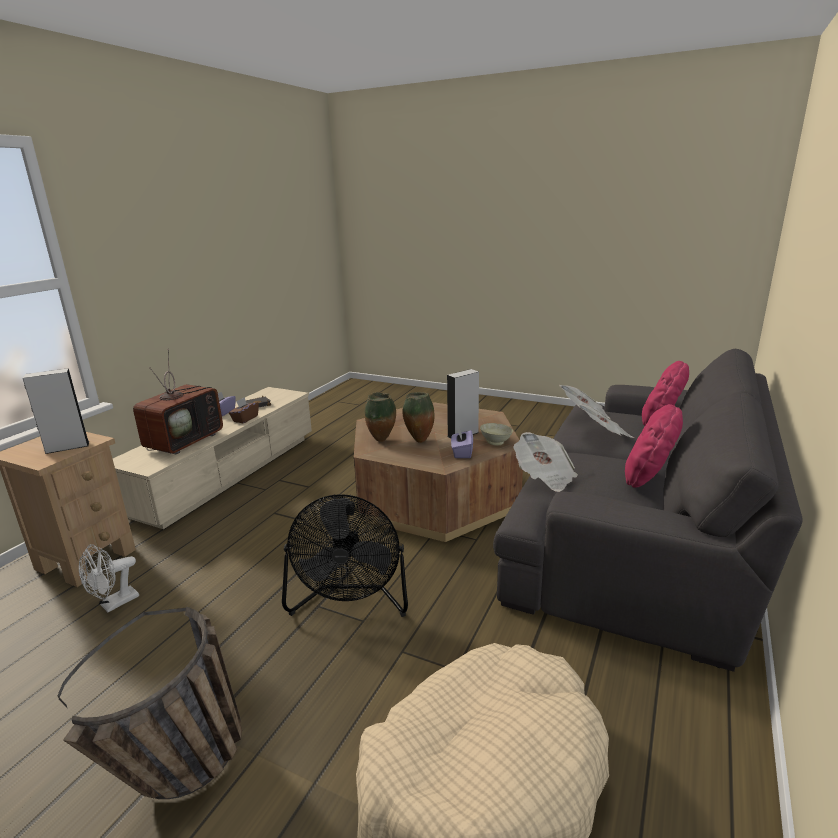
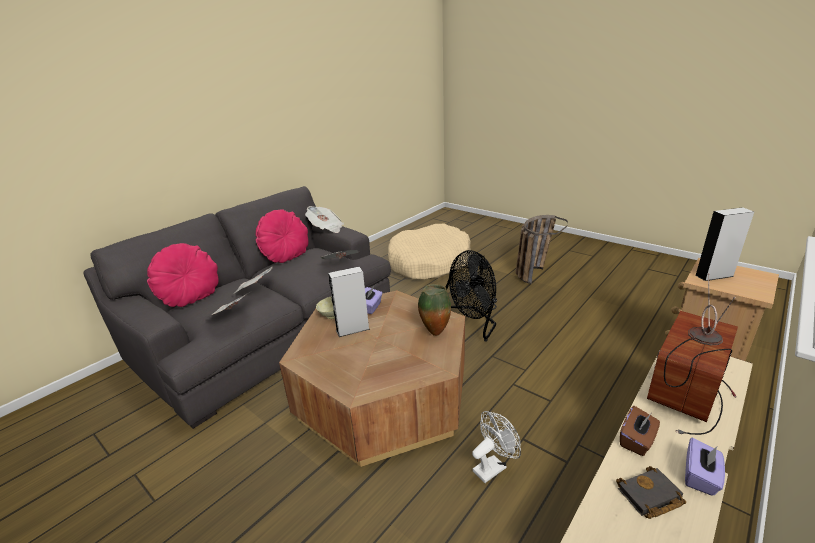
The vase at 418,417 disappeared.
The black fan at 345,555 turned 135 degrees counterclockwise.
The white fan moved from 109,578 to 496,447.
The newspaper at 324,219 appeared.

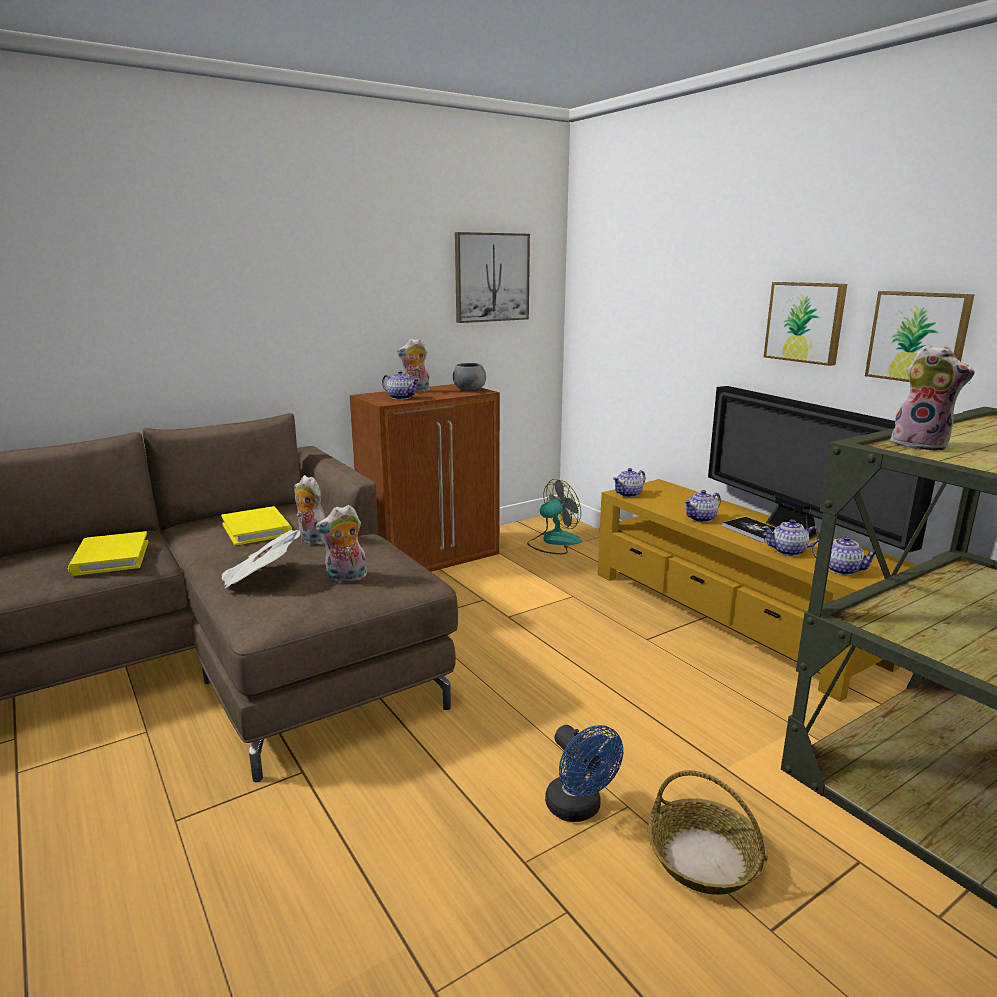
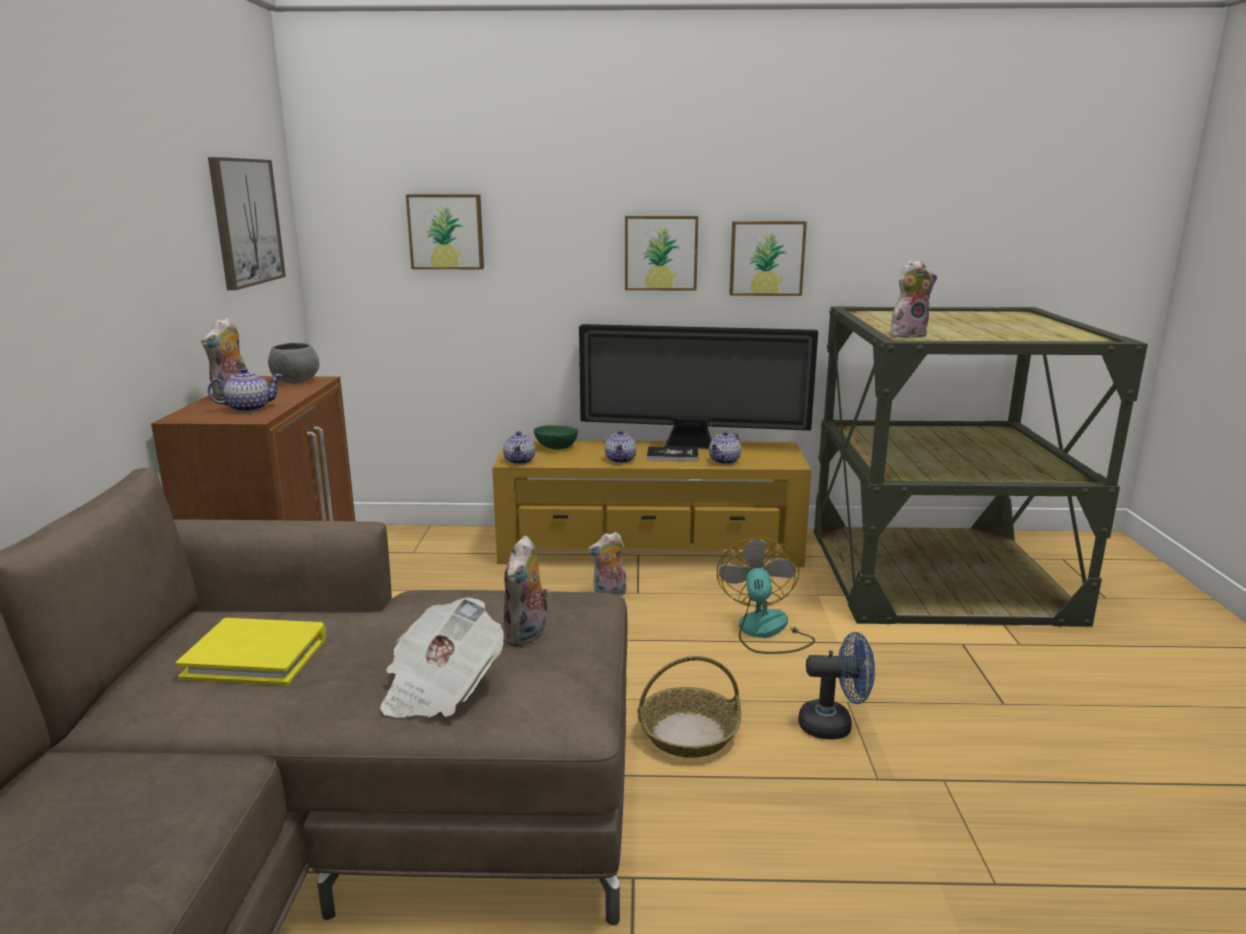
The plush toy moved from 310,510 to 607,564.
The fan moved from 554,516 to 766,596.
The yellow book at 108,553 disappeared.
The teapot at 843,555 disappeared.
The basket moved from 708,832 to 689,707.
The picture at 445,231 appeared.
The green bowl at 556,437 appeared.

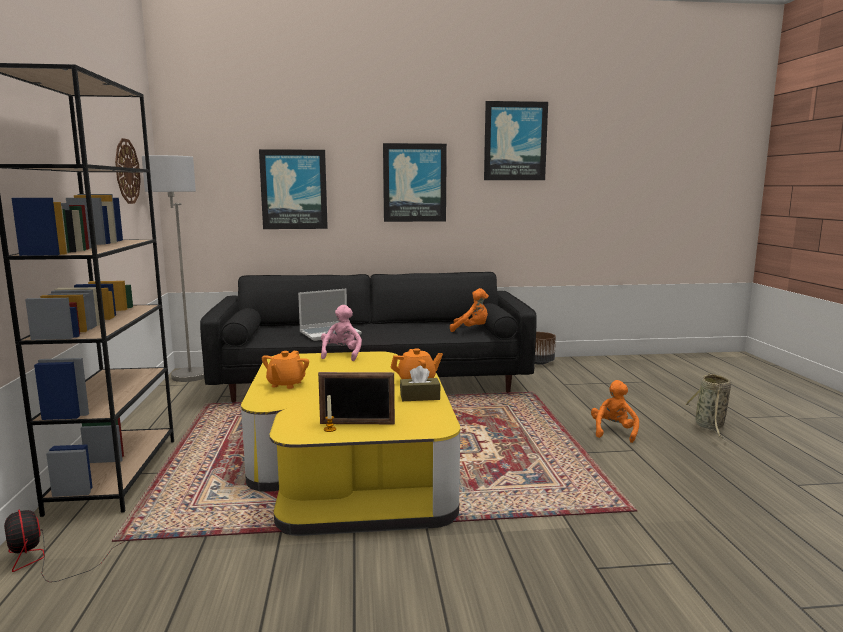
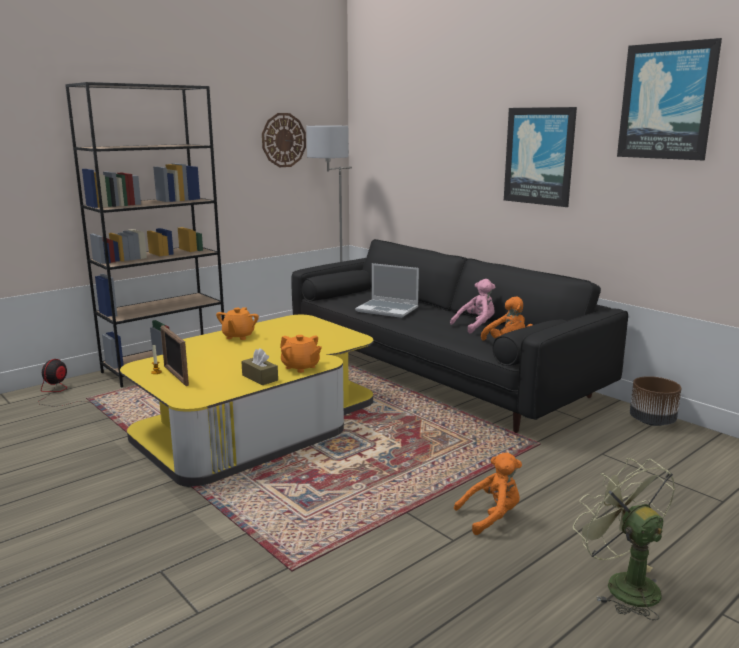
The picture at 293,189 disappeared.
The pink plush toy moved from 341,333 to 472,306.
The orange teapot at 285,370 turned 60 degrees counterclockwise.
The basket at 708,406 was replaced by the green fan at 624,539.

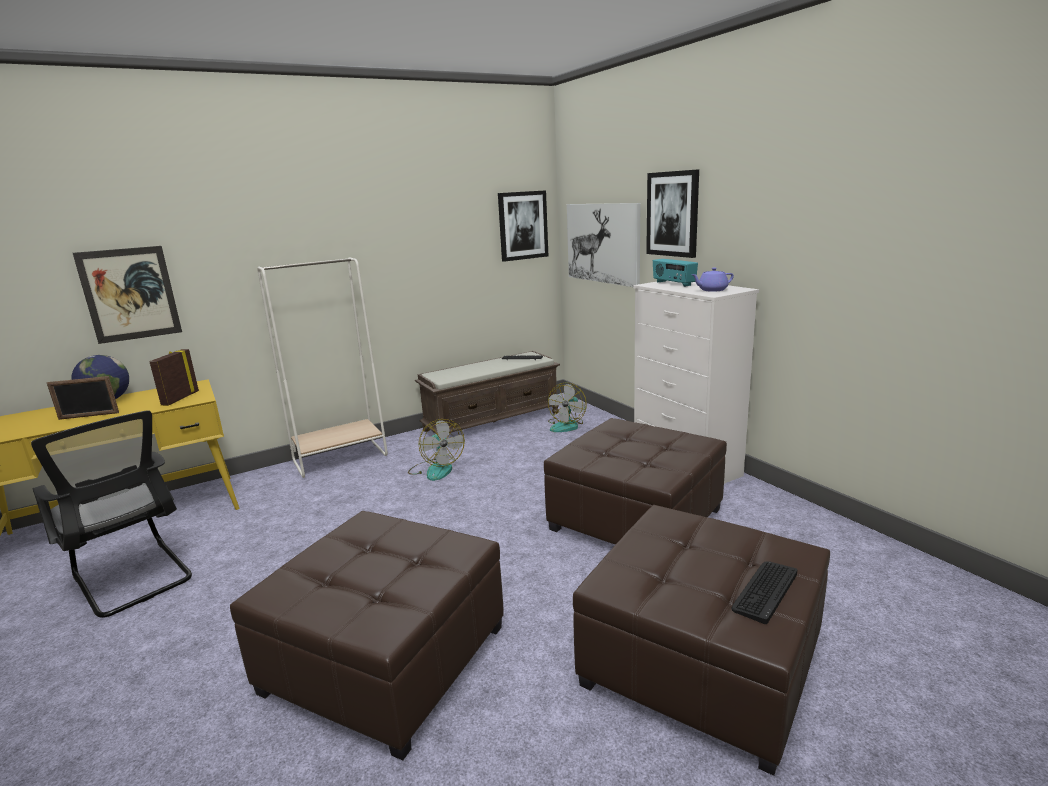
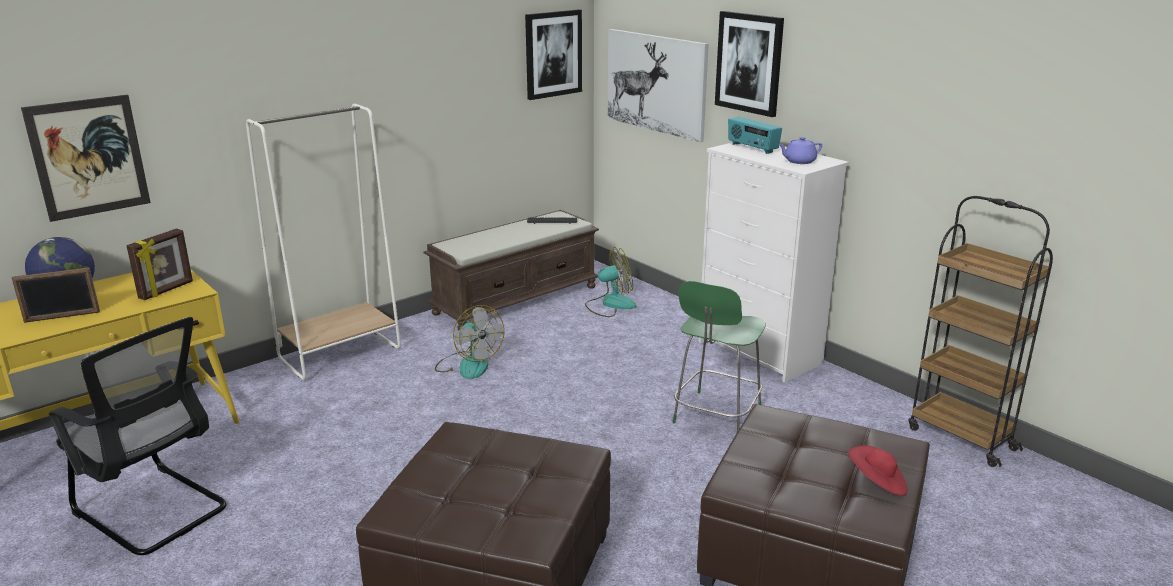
The picture frame at 174,377 turned 150 degrees counterclockwise.
The fan at 567,407 turned 120 degrees counterclockwise.
The brown ottoman at 635,481 was replaced by the green chair at 719,356.
The keyboard at 764,592 was replaced by the red hat at 878,471.
The brown cart at 981,331 appeared.

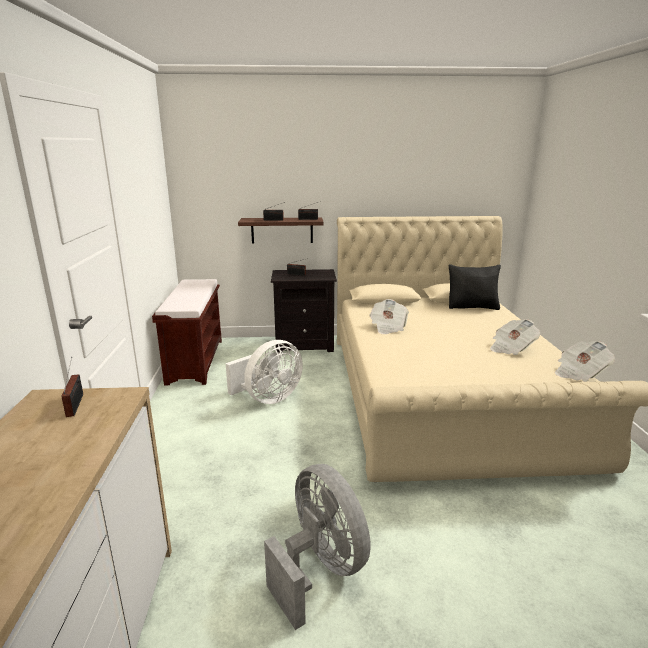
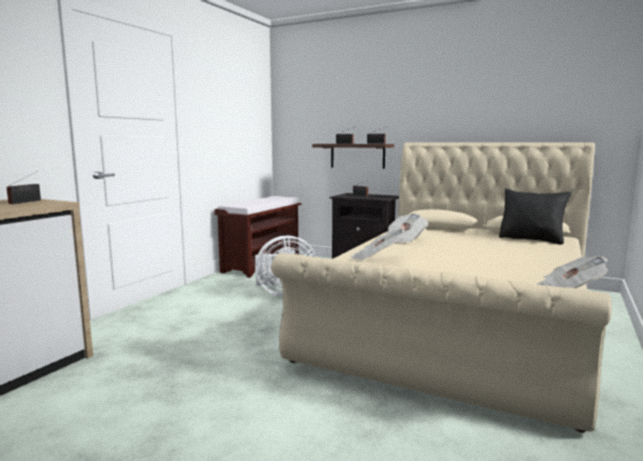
The newspaper moved from 515,337 to 377,244.
The grey fan at 317,547 disappeared.

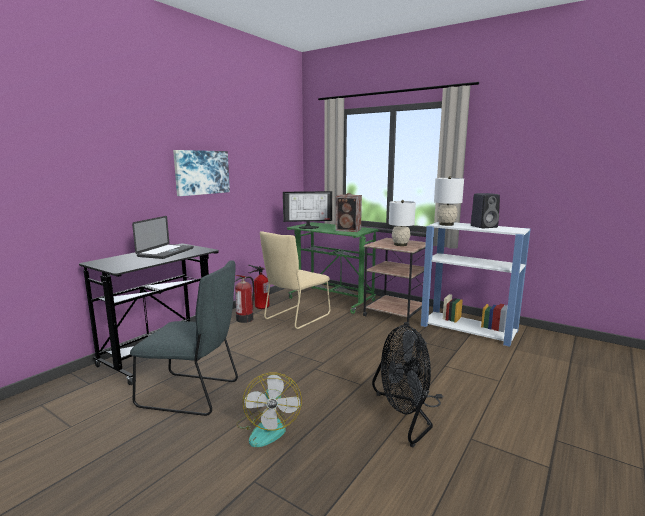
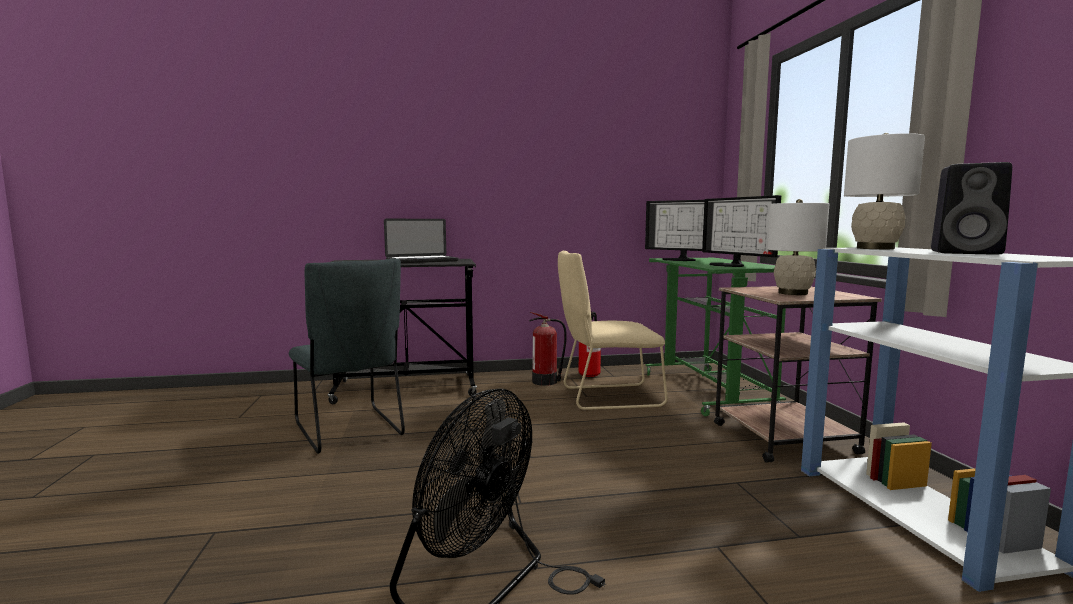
The picture at 201,173 disappeared.
The speaker at 348,212 was replaced by the monitor at 741,231.
The fan at 269,410 disappeared.

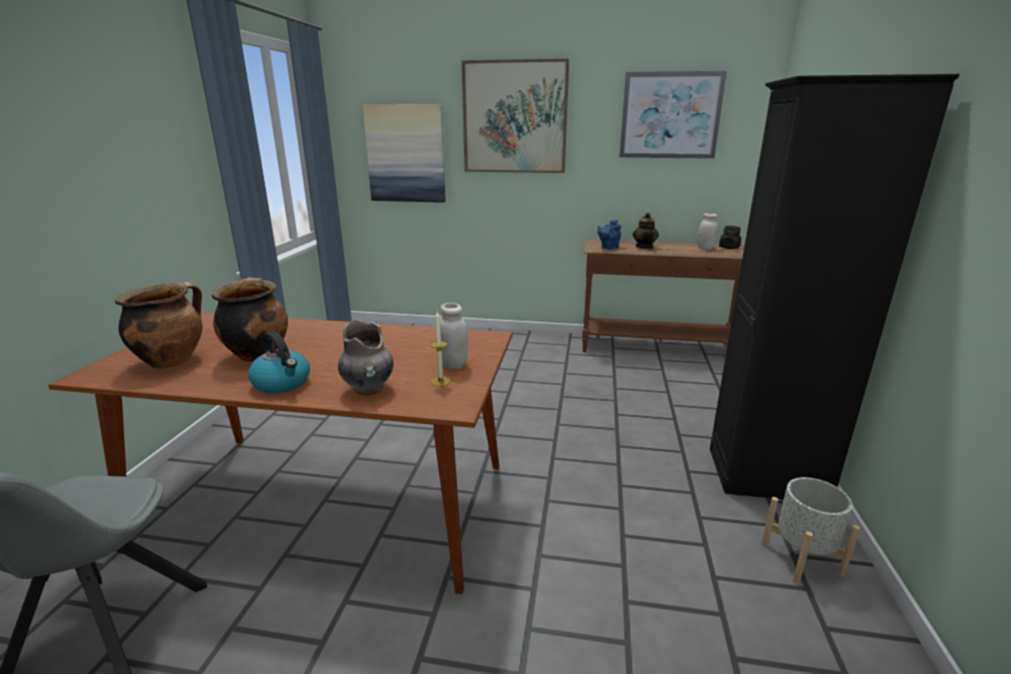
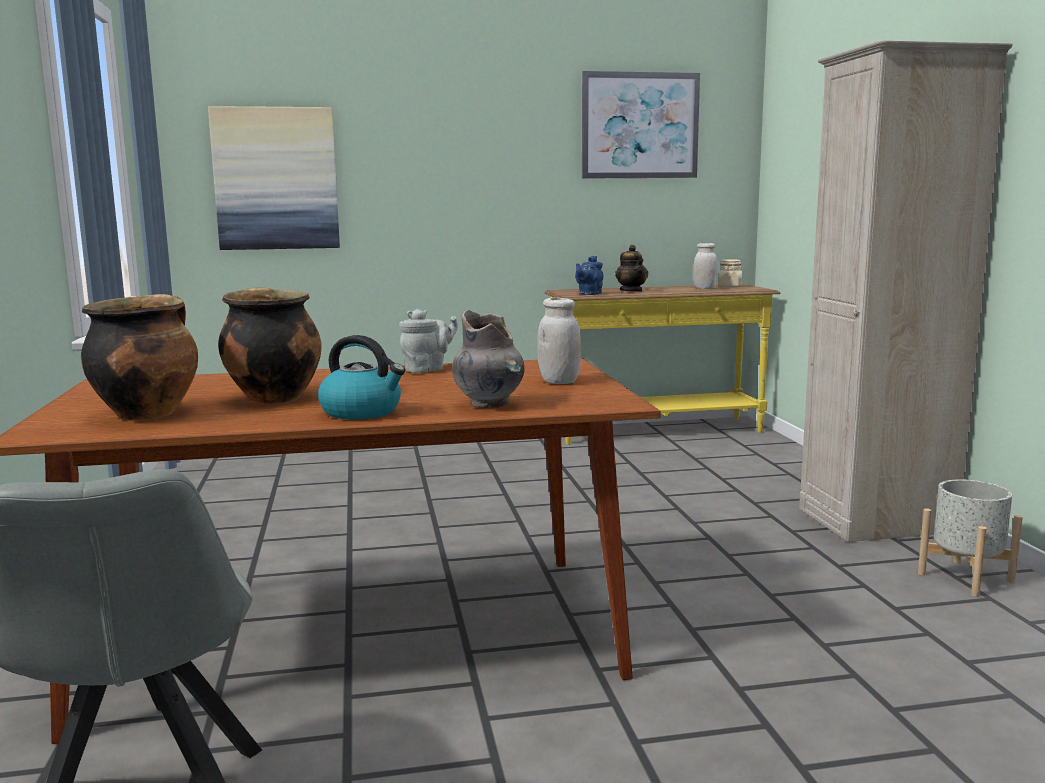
The picture at 515,116 disappeared.
The black cabinet at 835,287 became the beige cabinet at 906,291.
The black jar at 730,237 became the beige jar at 730,273.
The brown console table at 663,295 became the yellow console table at 662,364.
The candle at 440,349 disappeared.
The grey teapot at 428,341 appeared.

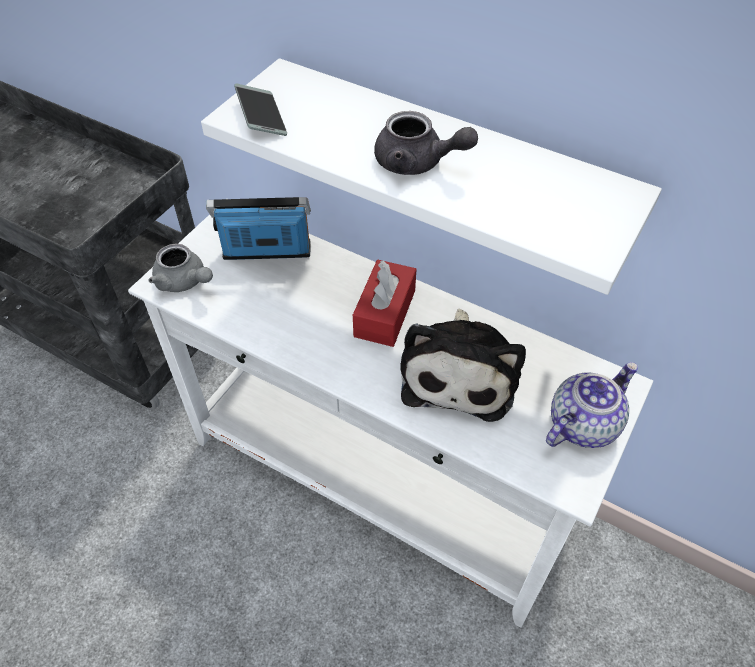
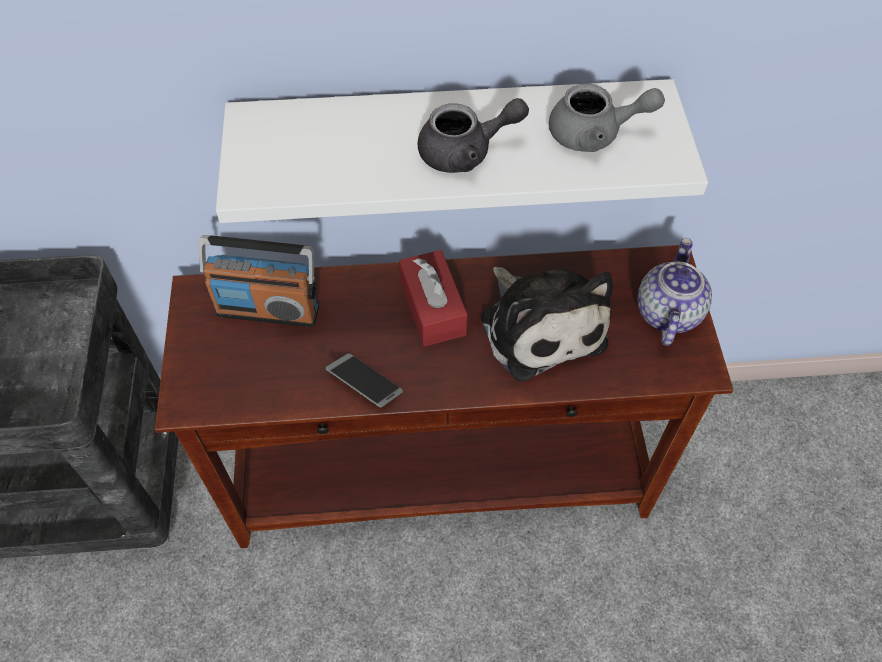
The phone moved from 260,109 to 364,380.
The radio at 258,228 turned 135 degrees counterclockwise.
The white console table at 390,421 became the brown console table at 444,396.
The grey teapot moved from 180,268 to 607,118.

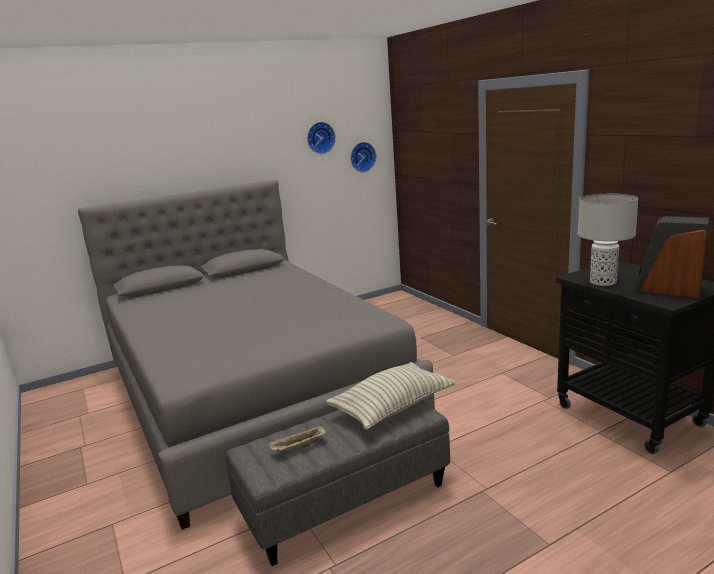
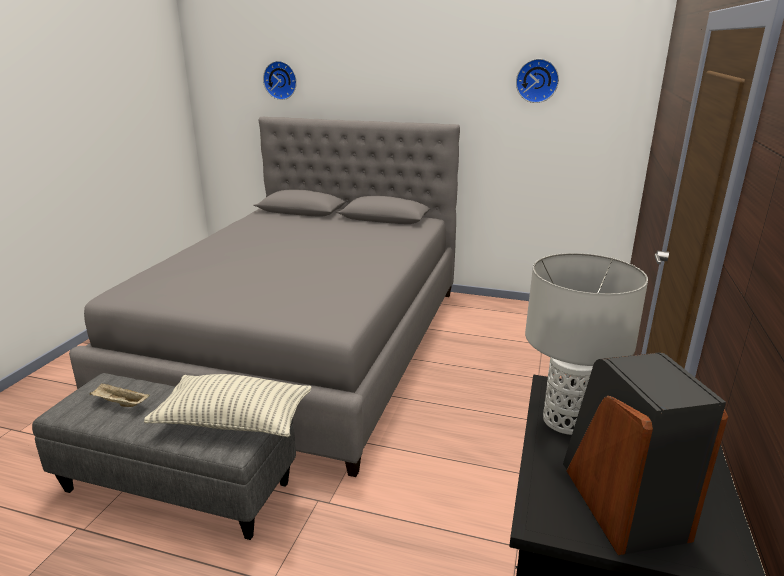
The wall clock moved from 363,157 to 280,80.

